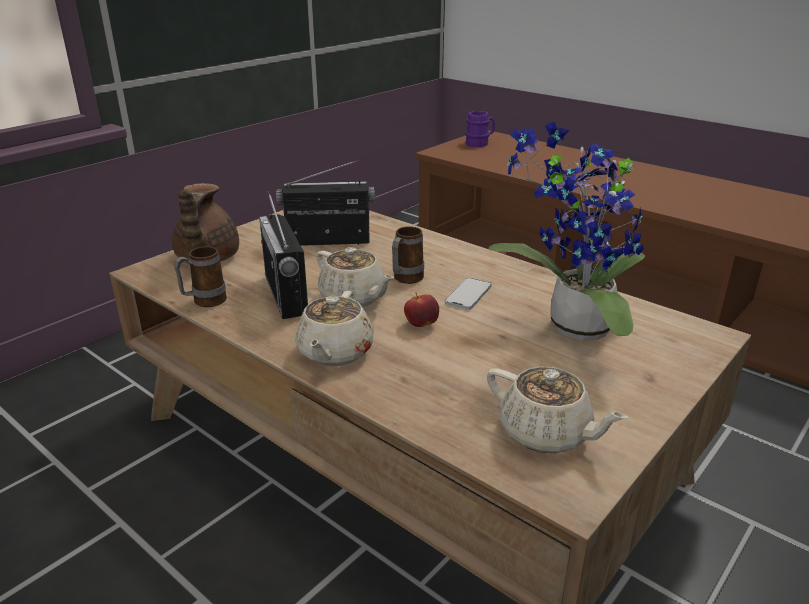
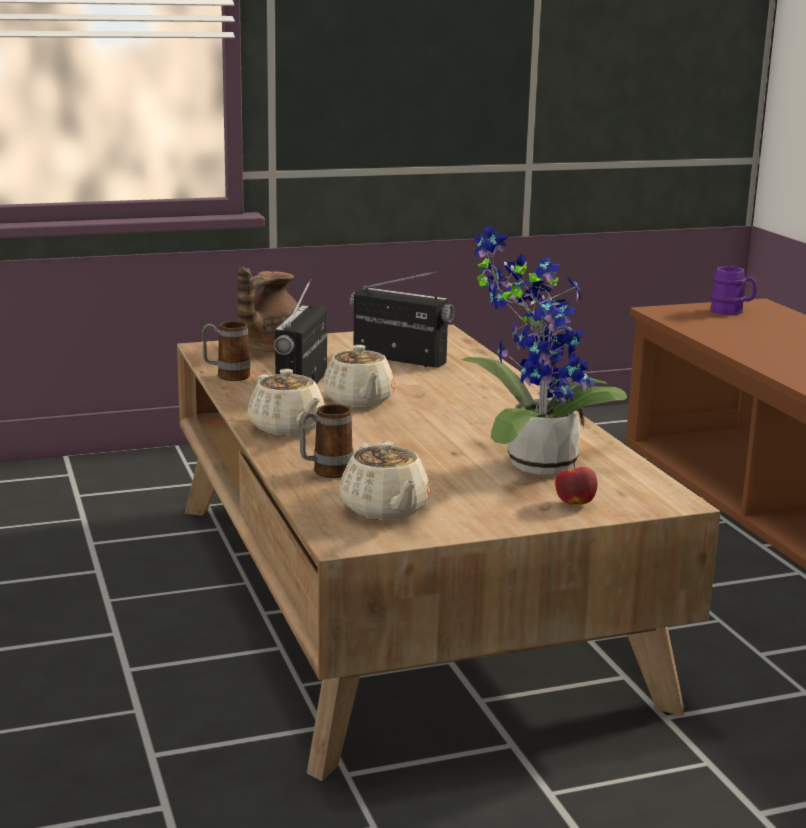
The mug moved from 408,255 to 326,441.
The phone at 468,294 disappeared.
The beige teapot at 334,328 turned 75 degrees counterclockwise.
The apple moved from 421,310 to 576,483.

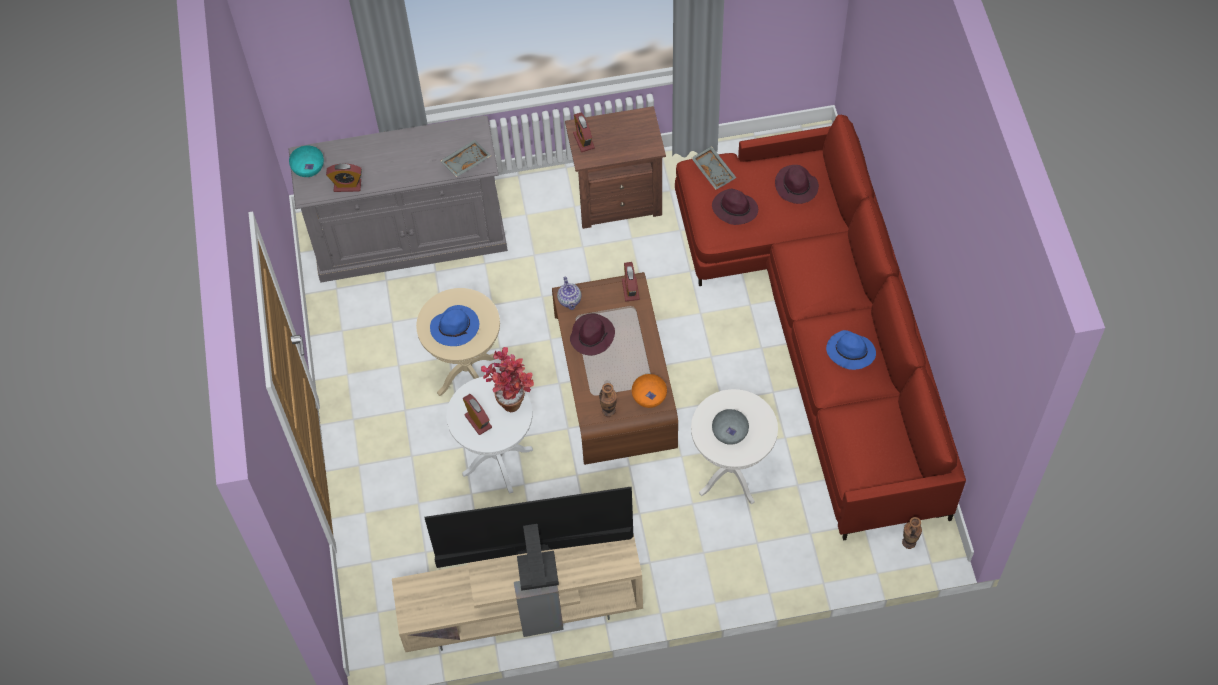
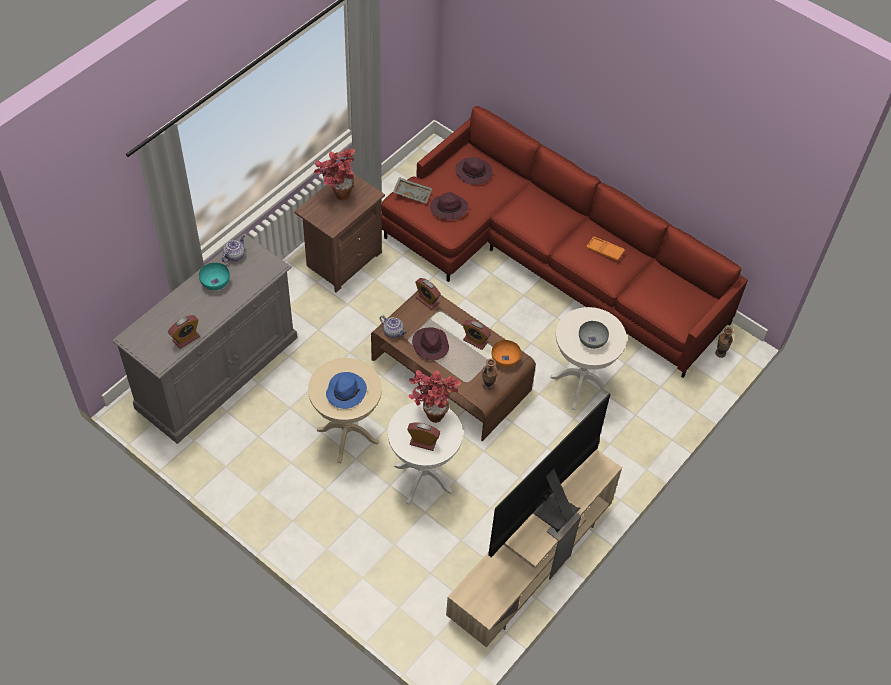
The alarm clock moved from 584,132 to 477,335.
The grey tray at 465,158 disappeared.
The turquoise bowl moved from 306,161 to 214,276.
The blue hat at 851,350 was replaced by the orange tray at 605,248.
The potted plant at 334,174 appeared.
The teapot at 233,248 appeared.

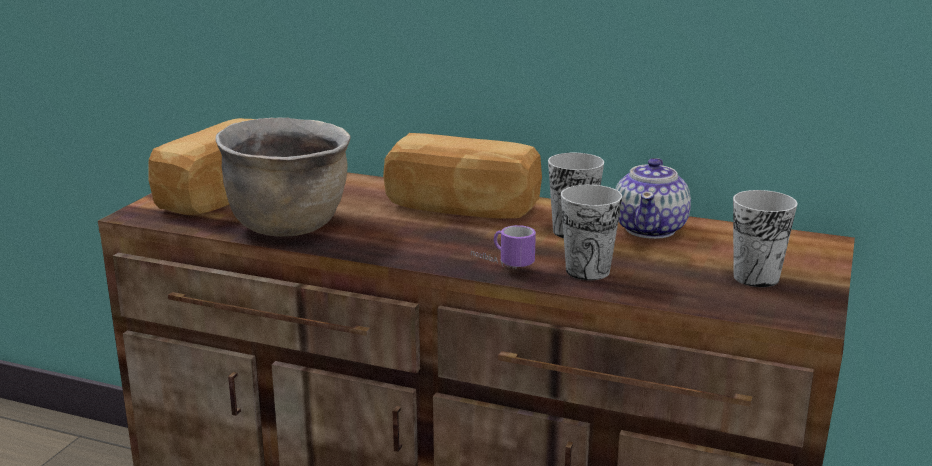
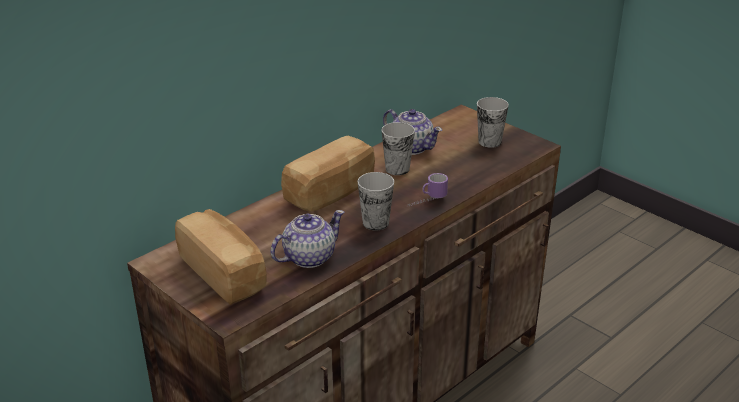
The brown cooking pot at 283,177 was replaced by the teapot at 307,239.
The cup moved from 592,232 to 375,201.

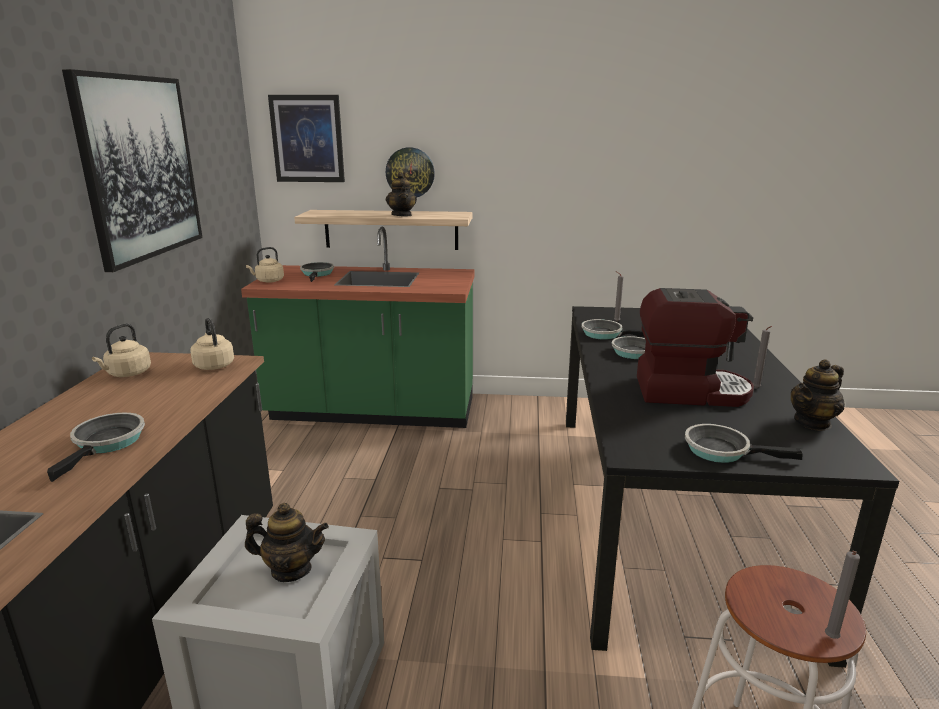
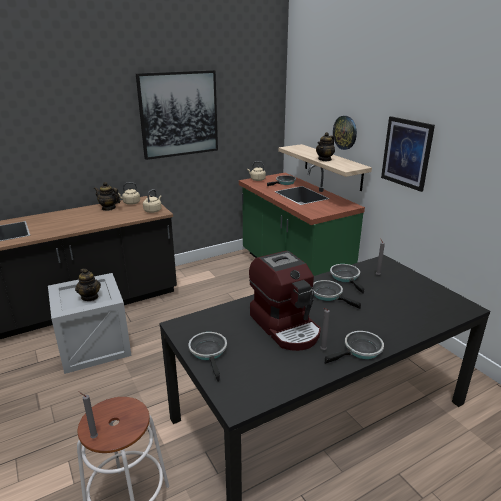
The picture moved from 306,138 to 408,154.
The teapot moved from 818,395 to 107,196.
The frying pan moved from 96,447 to 354,347.

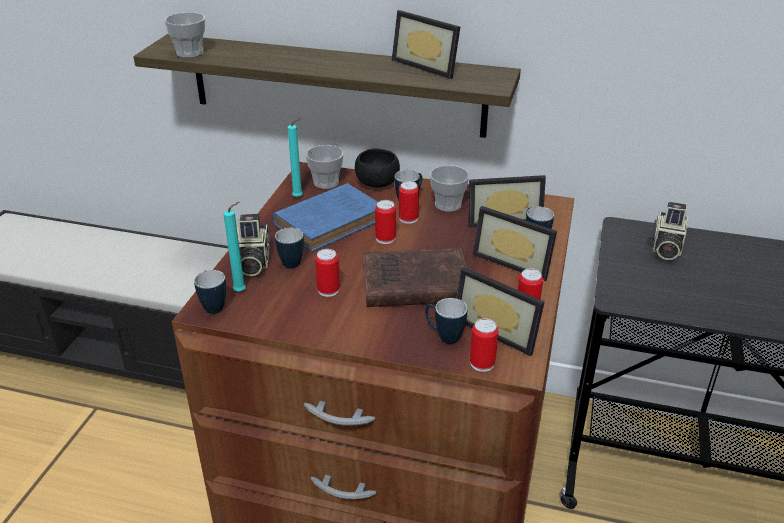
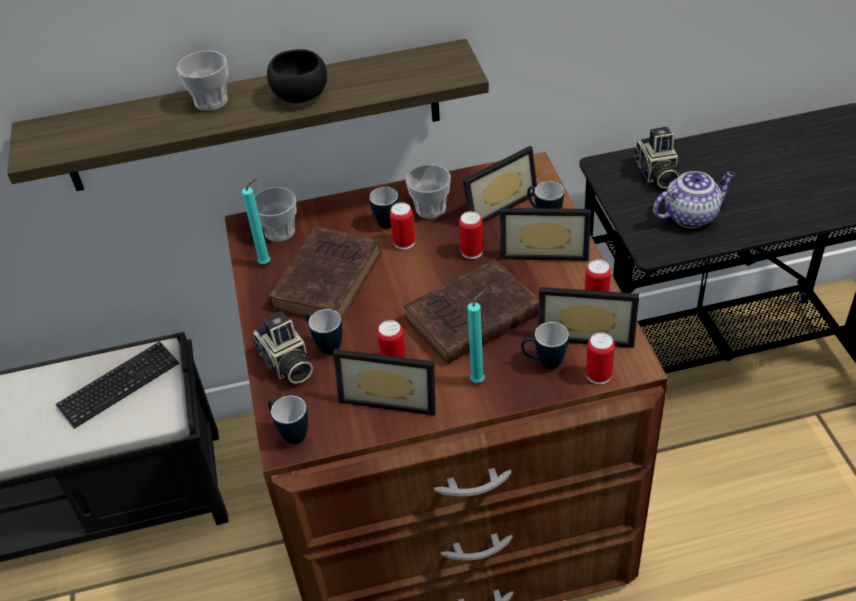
The picture frame moved from 426,44 to 384,382.
The cup moved from 185,35 to 202,81.
The black bowl moved from 377,168 to 297,76.
The blue book at 325,217 became the brown book at 324,274.
The can moved from 385,222 to 471,235.
The turquoise candle moved from 234,247 to 476,337.
The teapot at 694,199 appeared.
The keyboard at 117,385 appeared.

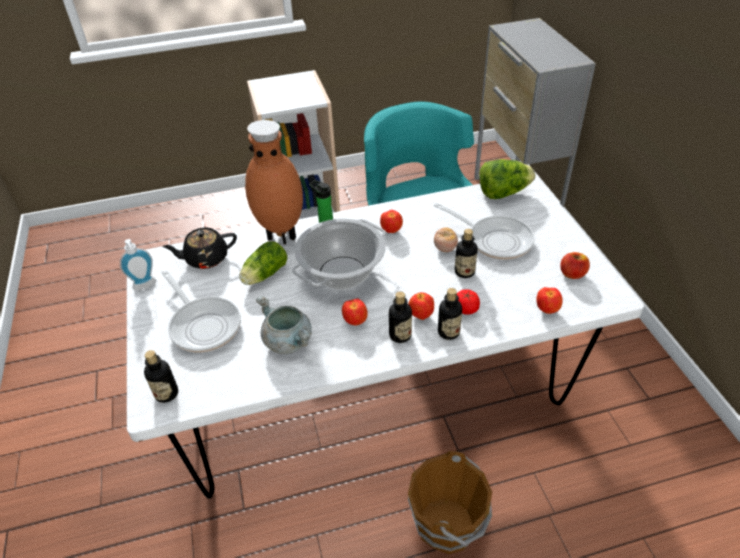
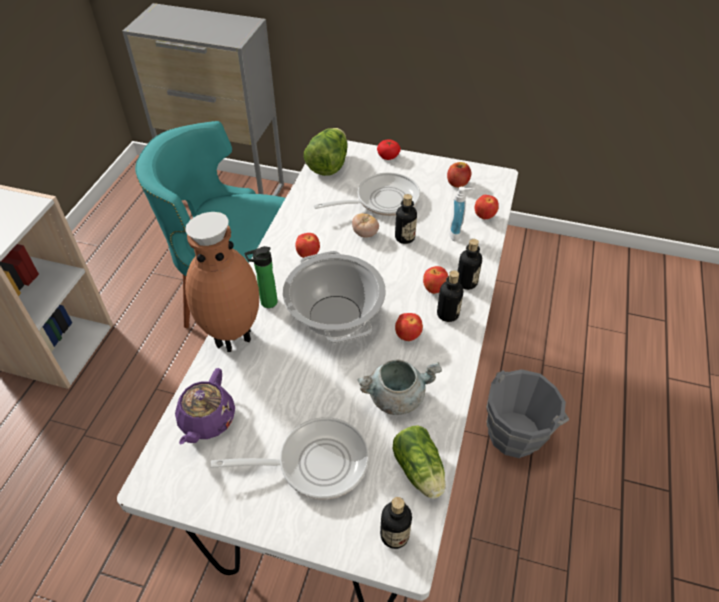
The black teapot at 200,248 became the purple teapot at 205,406.
The soap dispenser moved from 138,264 to 462,214.
The lettuce moved from 263,263 to 419,462.
The tomato moved from 468,301 to 389,149.
The brown bucket at 450,502 became the grey bucket at 528,413.

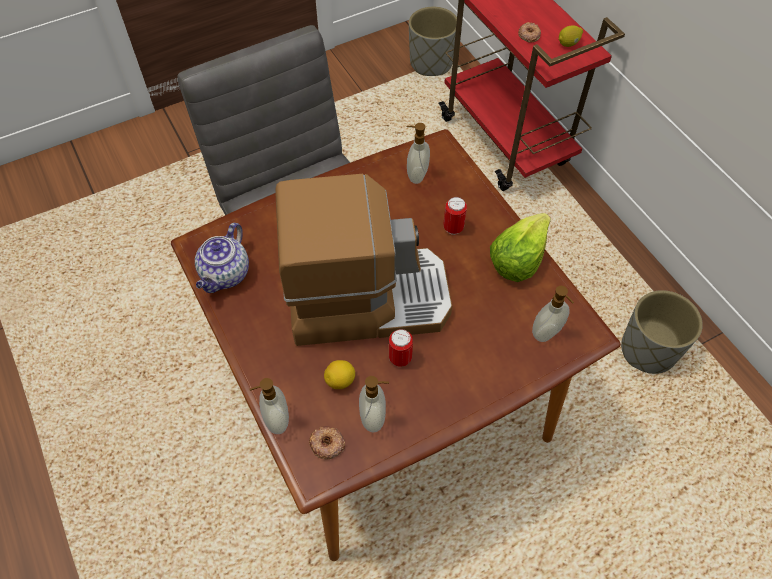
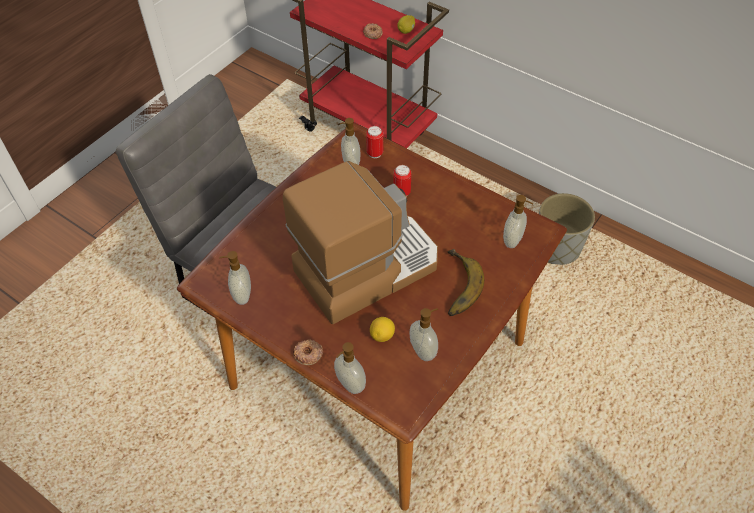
The grey planter at 433,41 disappeared.
The lettuce at 520,247 disappeared.
The teapot at 222,258 was replaced by the soap dispenser at 235,278.
The can moved from 401,348 to 374,142.
The donut moved from 327,443 to 308,352.
The banana at 466,282 appeared.

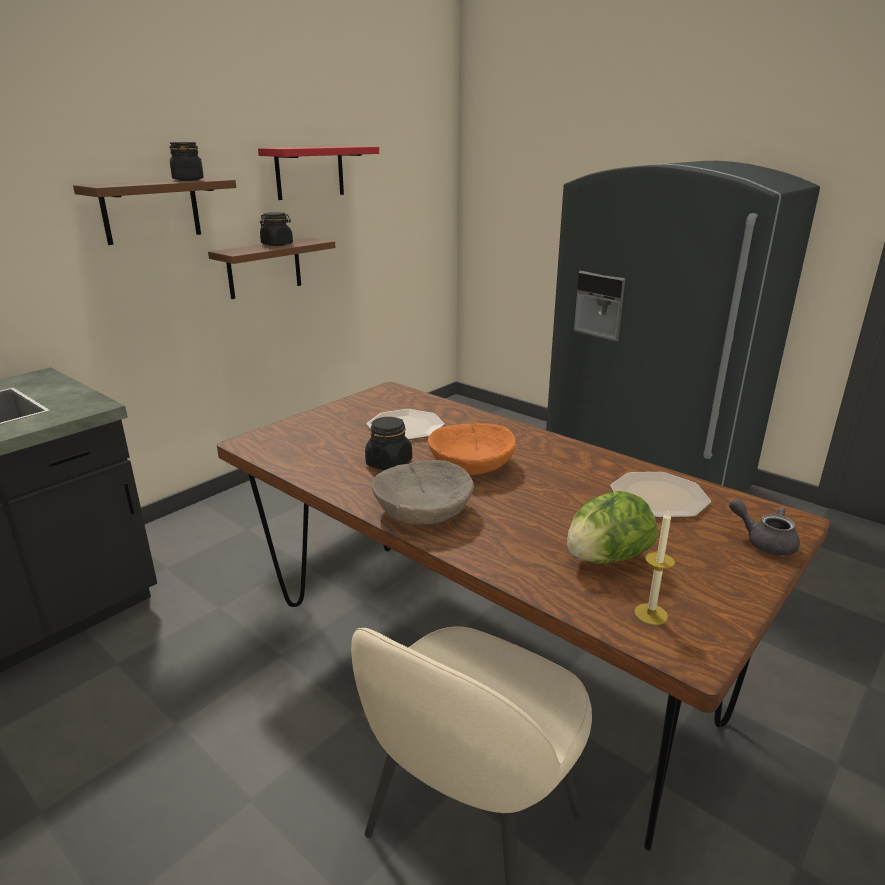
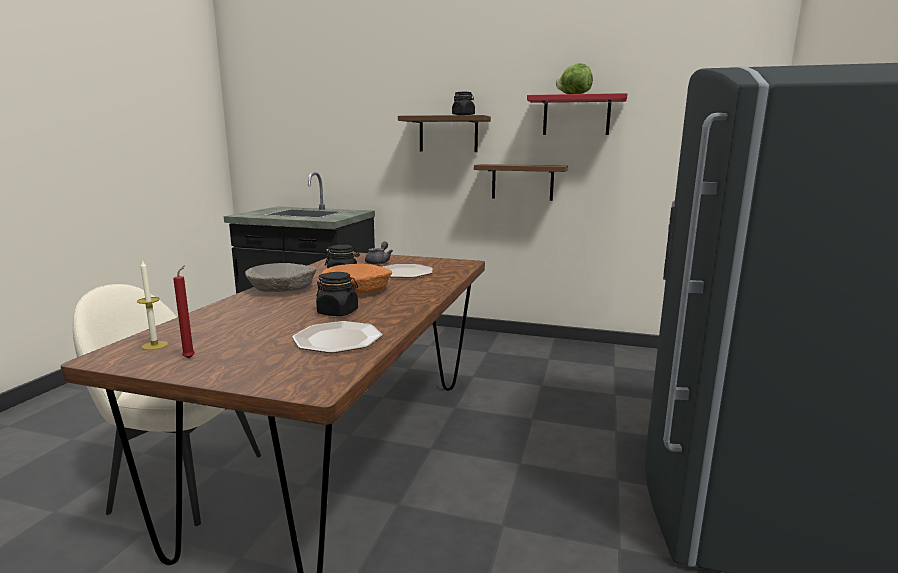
The black jar moved from 276,229 to 337,294.
The lettuce moved from 612,527 to 574,78.
The grey teapot moved from 764,527 to 379,253.
The red candle at 184,312 appeared.

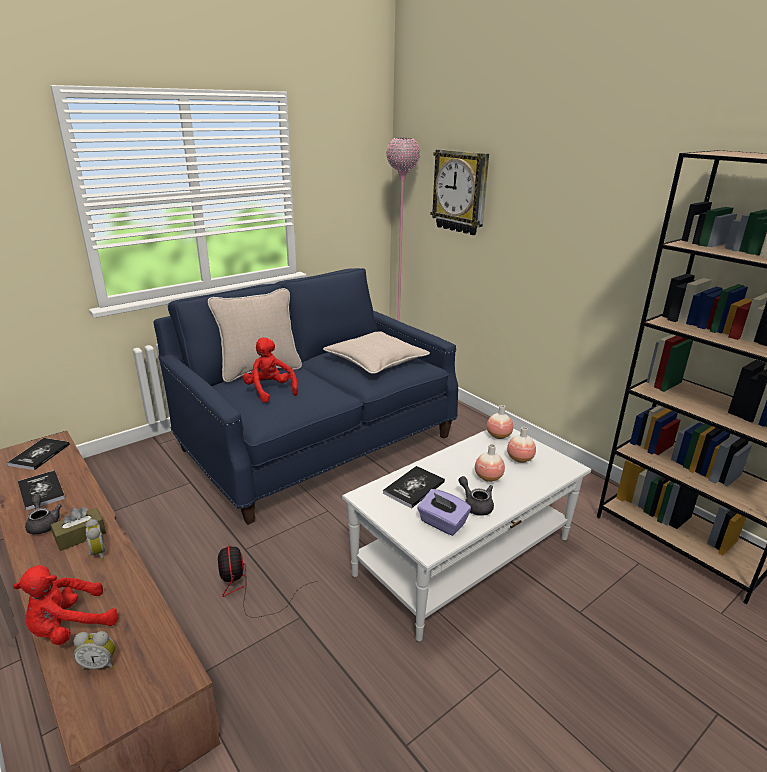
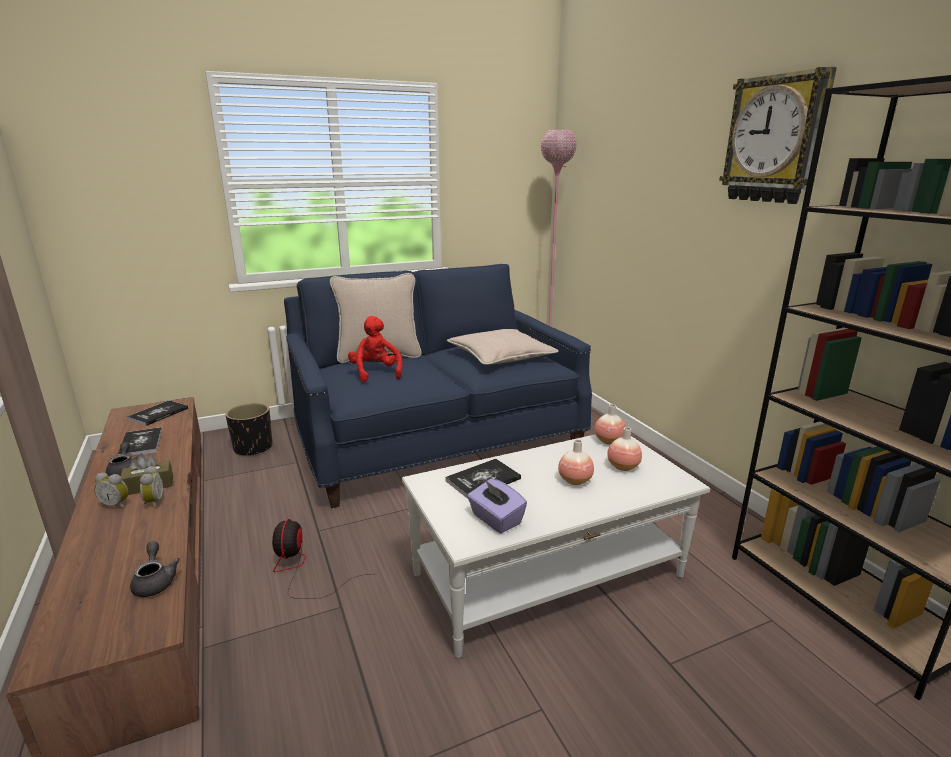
The wall clock moved from 459,192 to 778,135.
The grey teapot moved from 476,496 to 155,569.
The red plush toy at 66,605 disappeared.
The alarm clock moved from 94,650 to 111,491.
The black planter at 248,429 appeared.

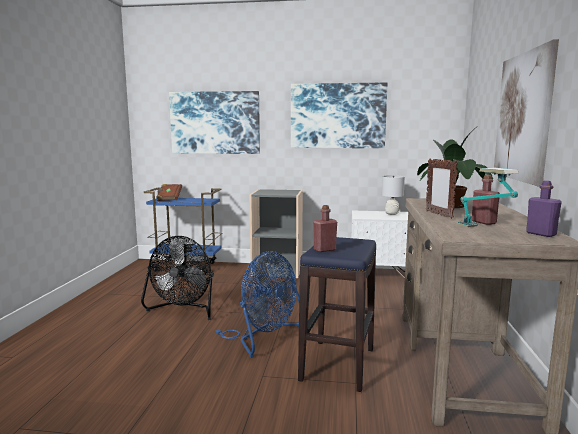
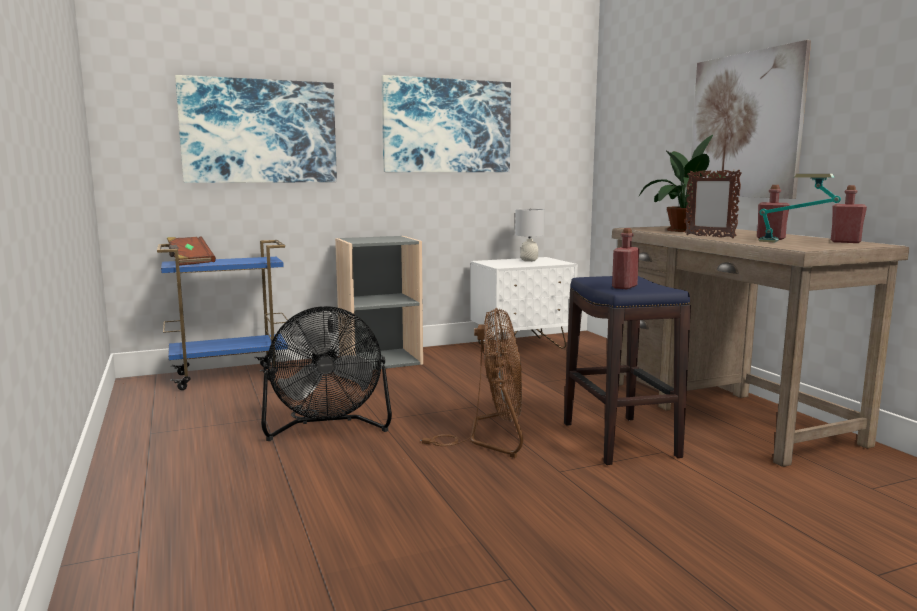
The purple bottle at 544,208 became the red bottle at 849,214.
The blue fan at 257,304 became the brown fan at 472,383.

